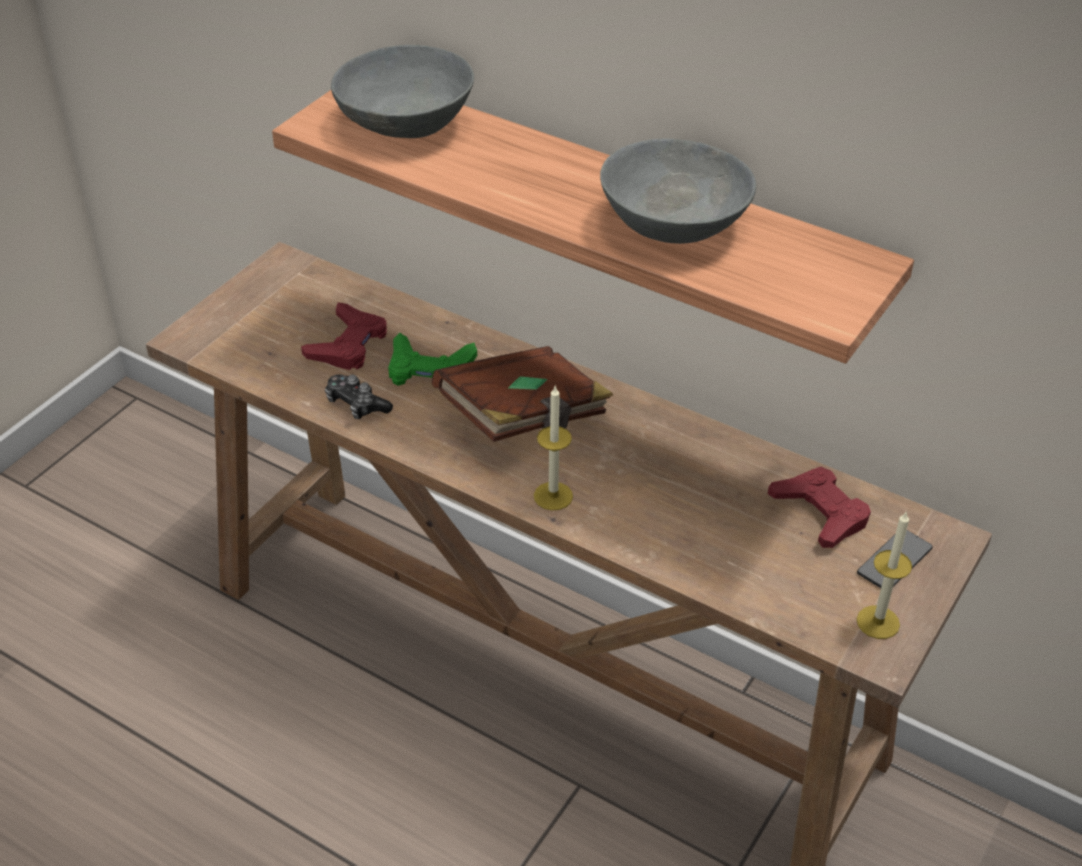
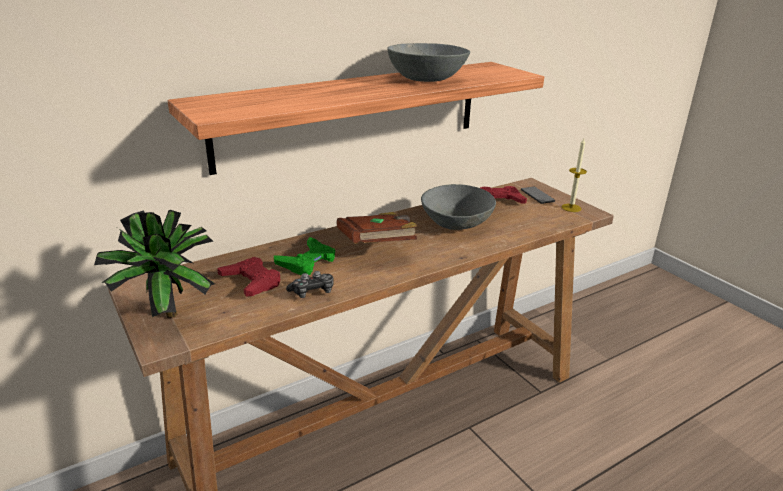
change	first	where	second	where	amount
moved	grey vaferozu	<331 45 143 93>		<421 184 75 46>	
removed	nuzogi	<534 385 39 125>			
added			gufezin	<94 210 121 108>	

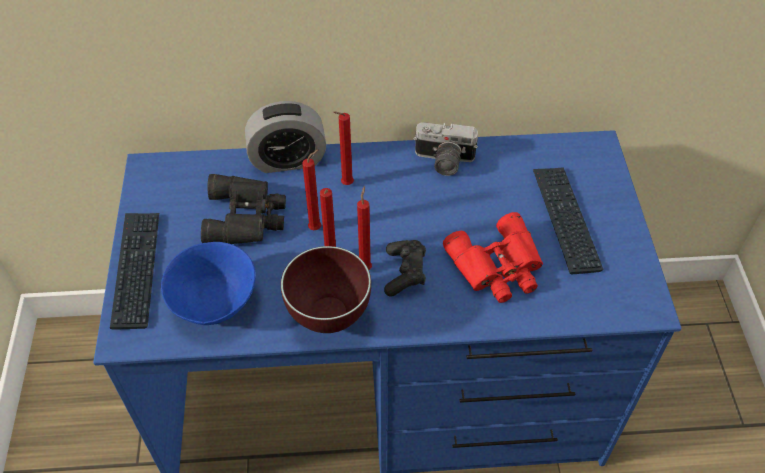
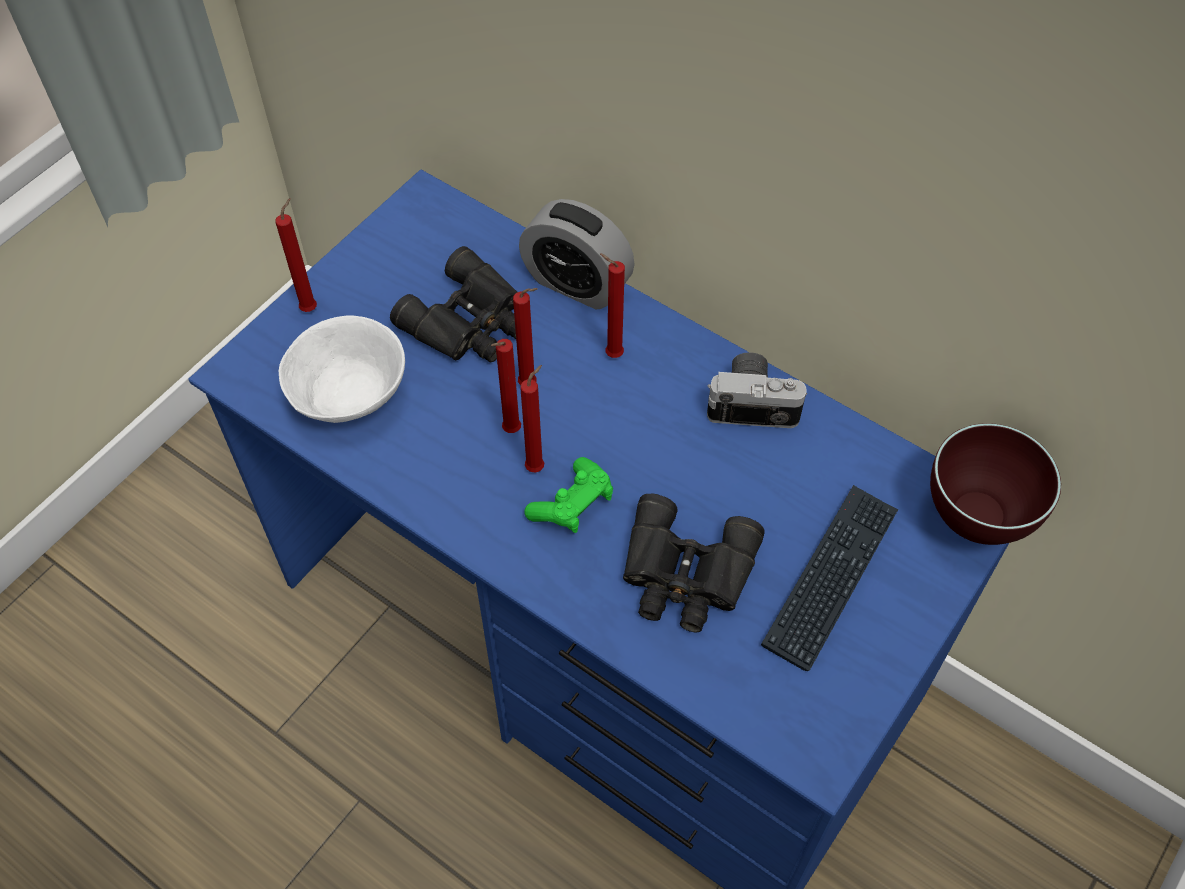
change	first	where	second	where	amount
replaced	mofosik	<110 213 49 117>	red nuzogi	<275 198 42 114>	
recoloured	blue vaferozu	<161 242 95 83>	white vaferozu	<279 315 126 108>	
moved	brown vaferozu	<281 246 90 87>		<930 423 131 122>	
recoloured	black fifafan	<384 240 42 57>	green fifafan	<524 457 89 76>	
turned	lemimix	<413 122 65 54>		<707 352 100 76>	135 degrees clockwise
recoloured	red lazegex	<443 212 100 91>	black lazegex	<623 494 142 139>	

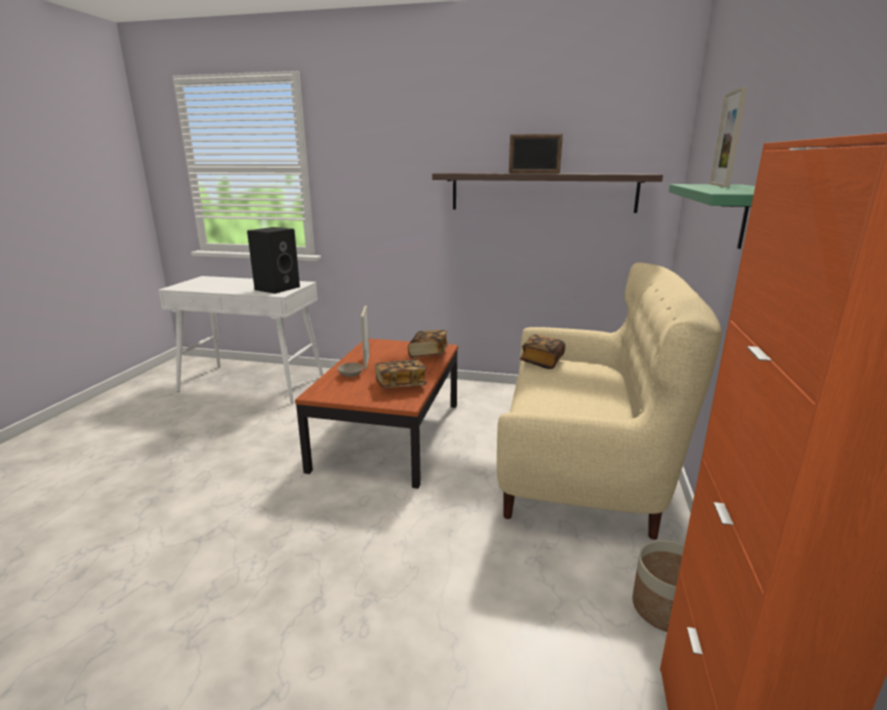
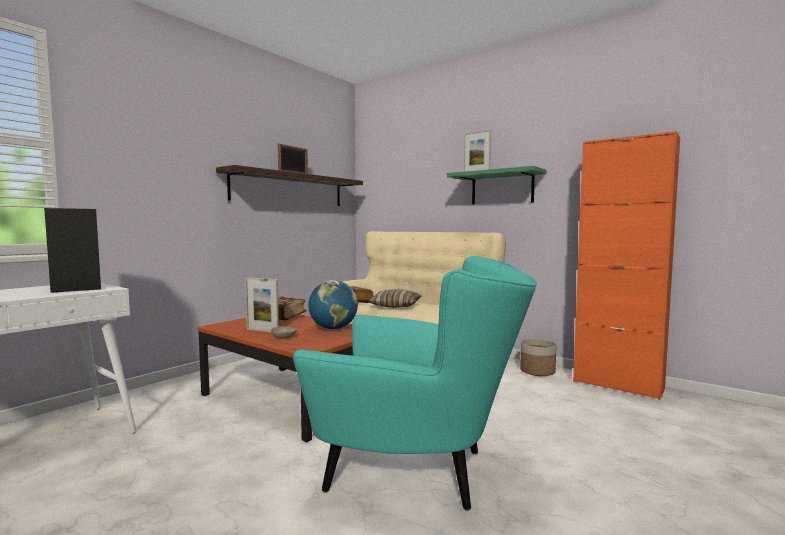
change	first	where	second	where	amount
replaced	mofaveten	<375 359 52 29>	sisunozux	<308 280 50 49>	
added			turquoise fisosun	<293 256 244 255>	
added			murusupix	<368 289 54 19>	

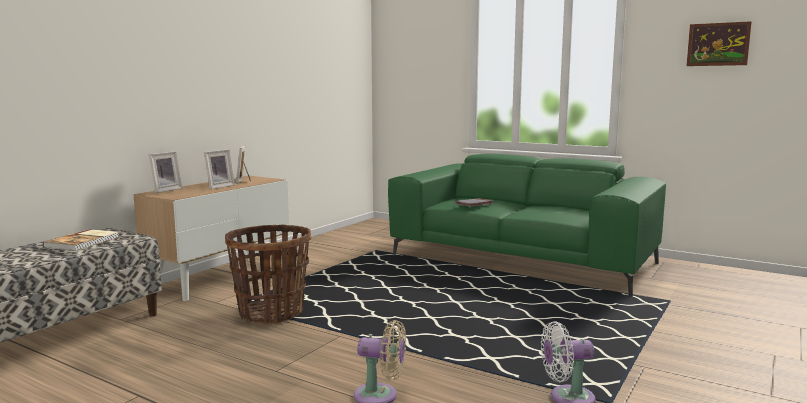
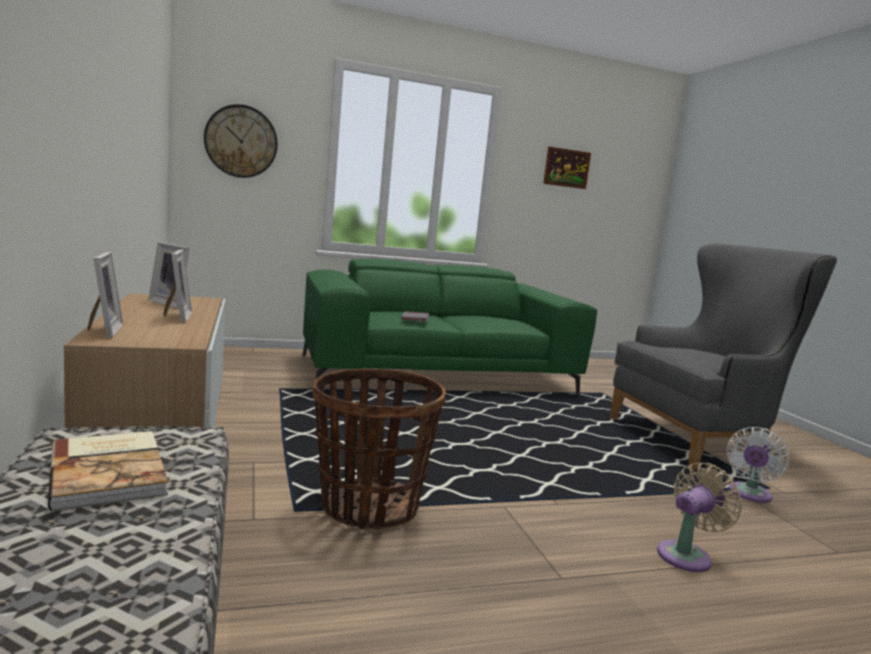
change	first	where	second	where	amount
added			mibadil	<204 104 74 74>	
added			grey fisosun	<609 243 228 226>	

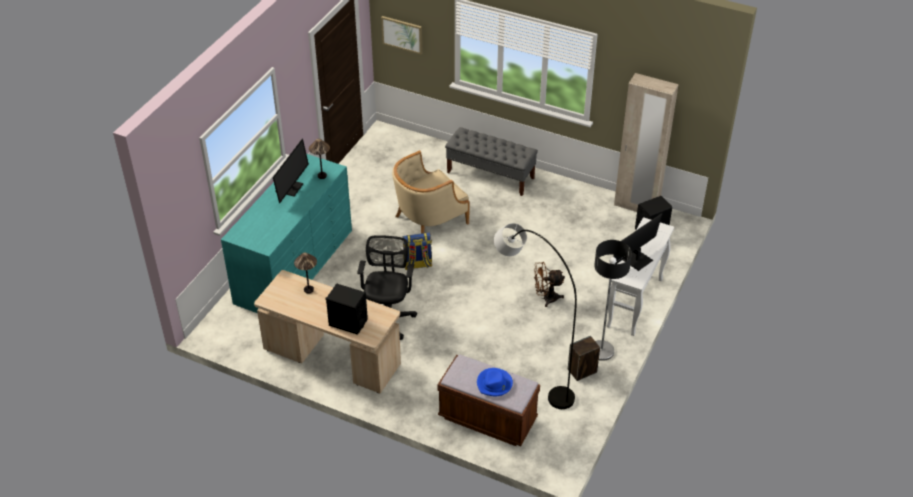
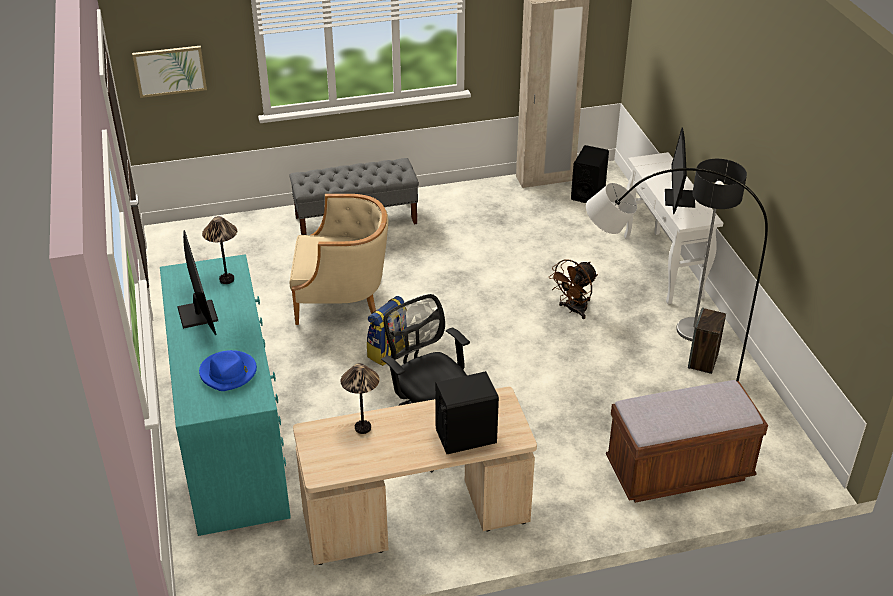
change	first	where	second	where	amount
turned	beige fisosun	<392 150 78 84>		<290 194 98 131>	105 degrees counterclockwise
moved	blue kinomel	<477 368 36 28>		<199 350 58 41>	

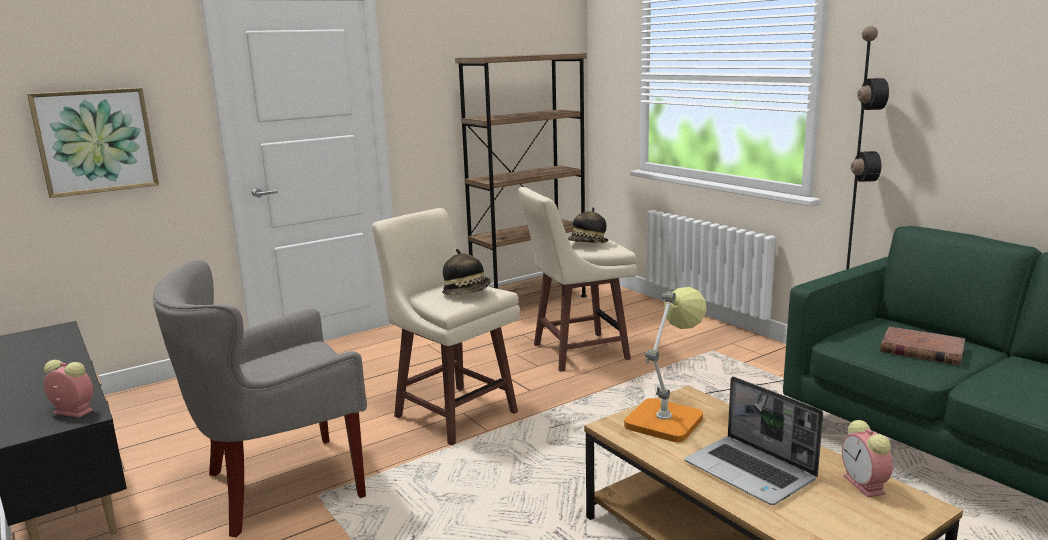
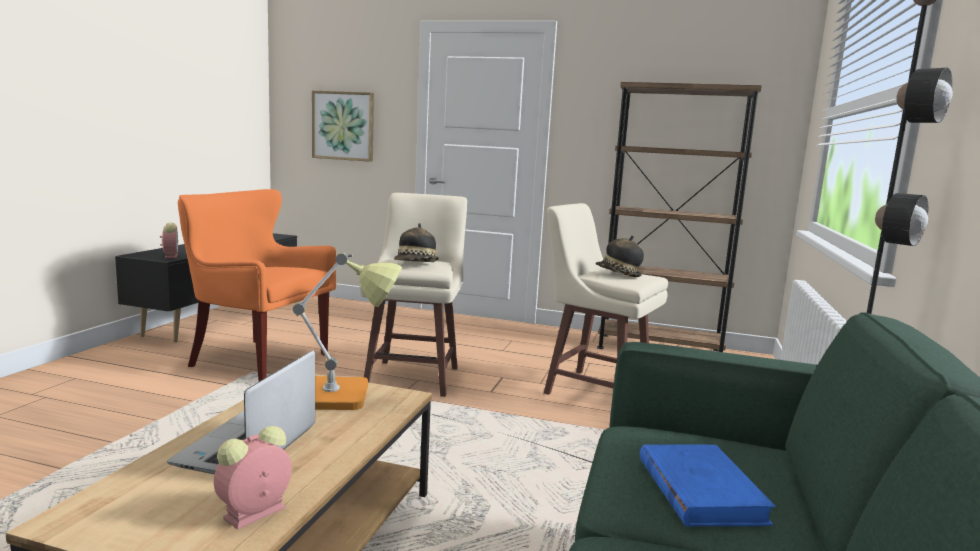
change	first	where	second	where	amount
recoloured	grey fisosun	<153 260 214 278>	orange fisosun	<178 189 158 192>	
recoloured	brown mofaveten	<880 326 86 40>	blue mofaveten	<640 444 136 82>	

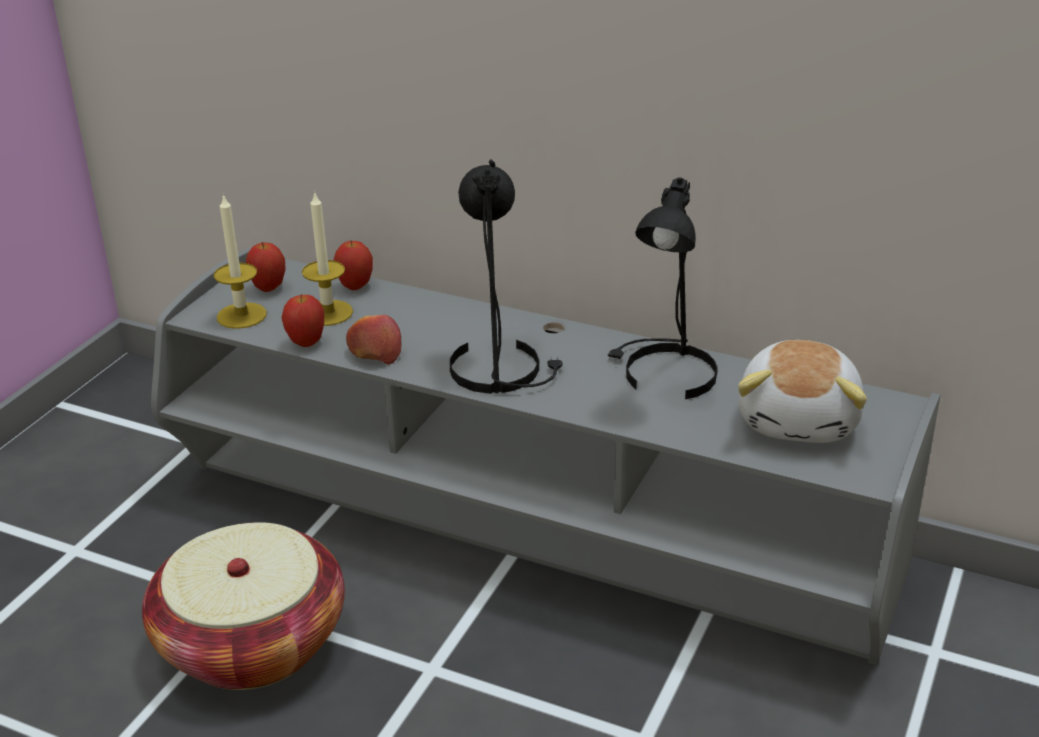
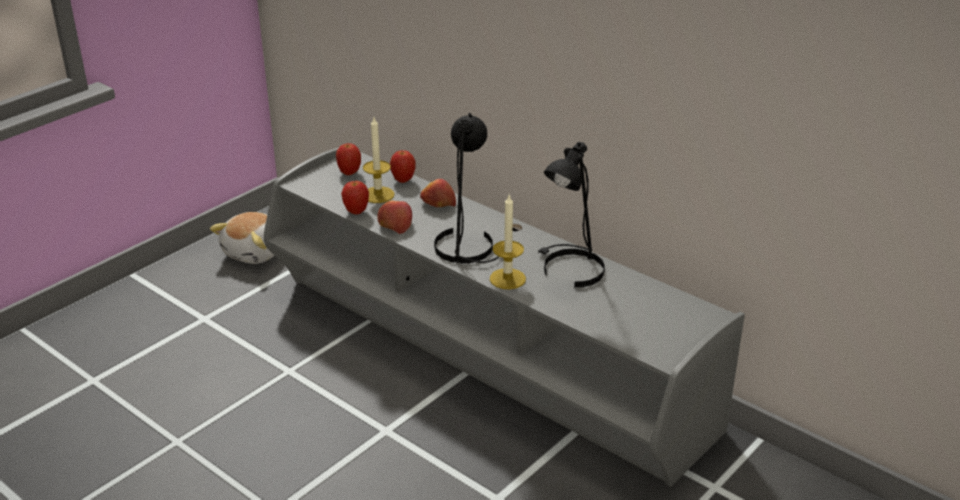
change	first	where	second	where	amount
removed	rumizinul	<142 522 203 168>			
moved	nuzogi	<214 194 53 135>		<490 195 36 94>	
moved	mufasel	<738 340 129 103>		<210 212 65 52>	
added			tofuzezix	<420 179 36 28>	

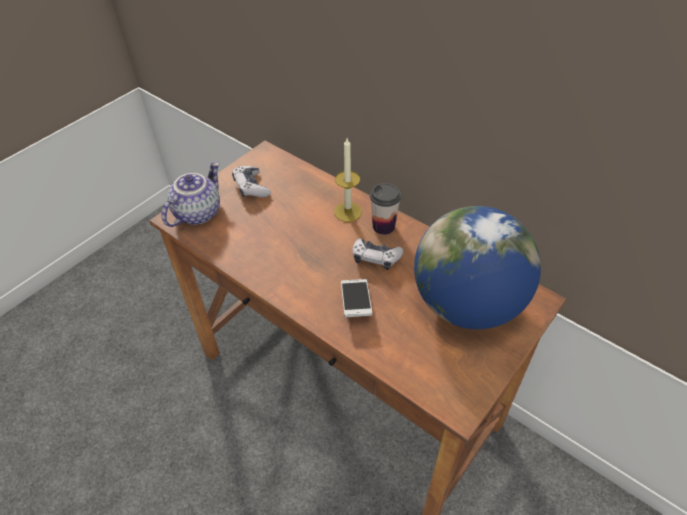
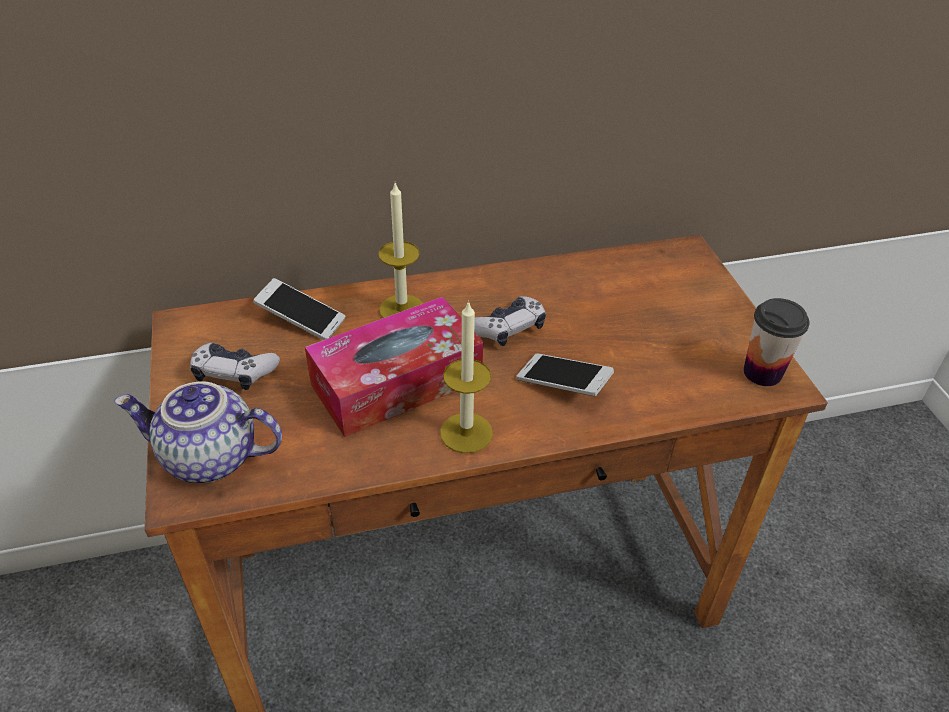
change	first	where	second	where	amount
turned	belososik	<161 162 59 65>		<114 381 168 102>	60 degrees counterclockwise
moved	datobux	<370 183 31 52>		<744 298 66 88>	
removed	sisunozux	<414 206 127 123>			
added			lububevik	<253 278 93 62>	
added			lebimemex	<305 297 178 140>	
added			nuzogi	<440 300 53 153>	

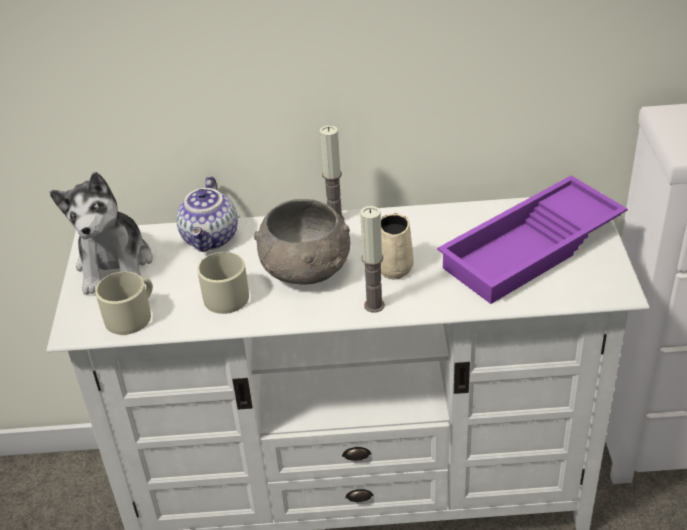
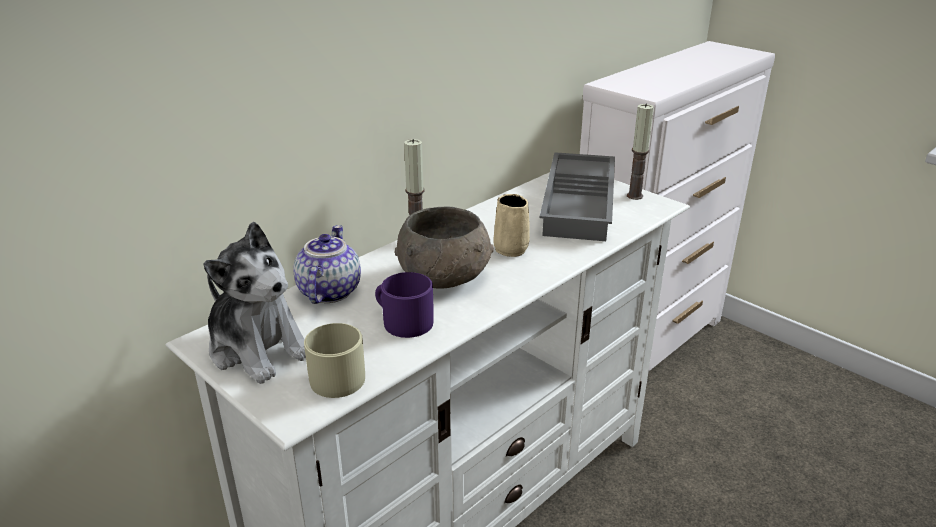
change	first	where	second	where	amount
turned	belososik	<176 176 62 76>		<293 225 68 79>	135 degrees counterclockwise
recoloured	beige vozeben	<197 252 52 62>	purple vozeben	<375 272 59 66>	
moved	nuzogi	<360 206 25 107>		<627 103 27 97>	
recoloured	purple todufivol	<437 176 190 128>	grey todufivol	<539 152 76 89>	

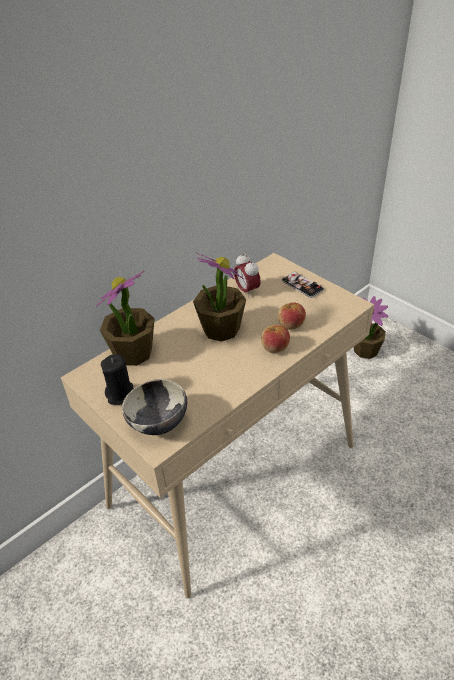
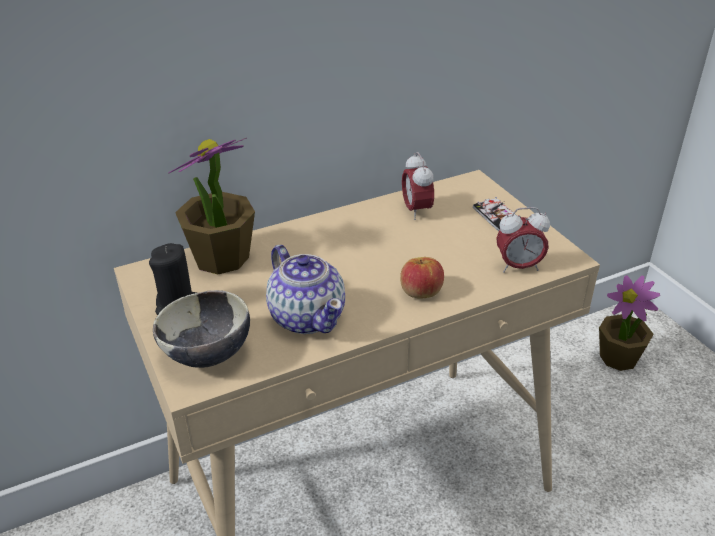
change	first	where	second	where	amount
removed	gufezin	<193 252 53 90>			
removed	tofuzezix	<278 302 28 28>			
added			belososik	<266 245 79 89>	
added			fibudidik	<496 207 54 66>	

